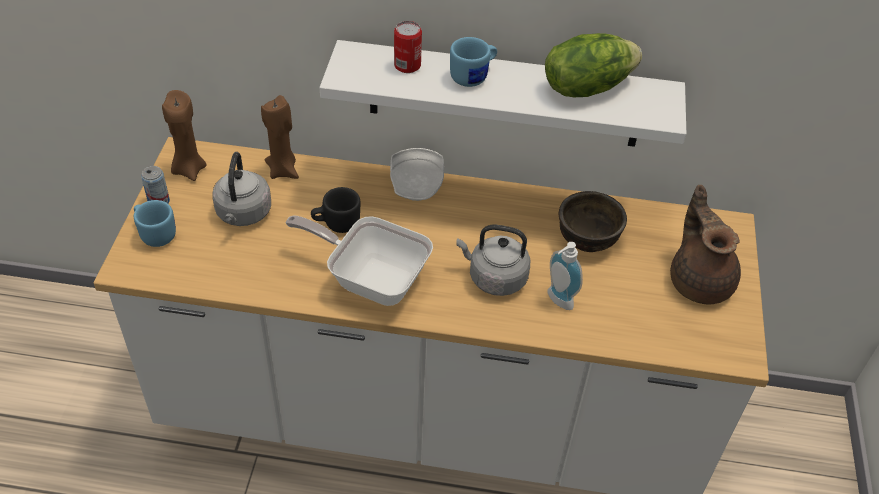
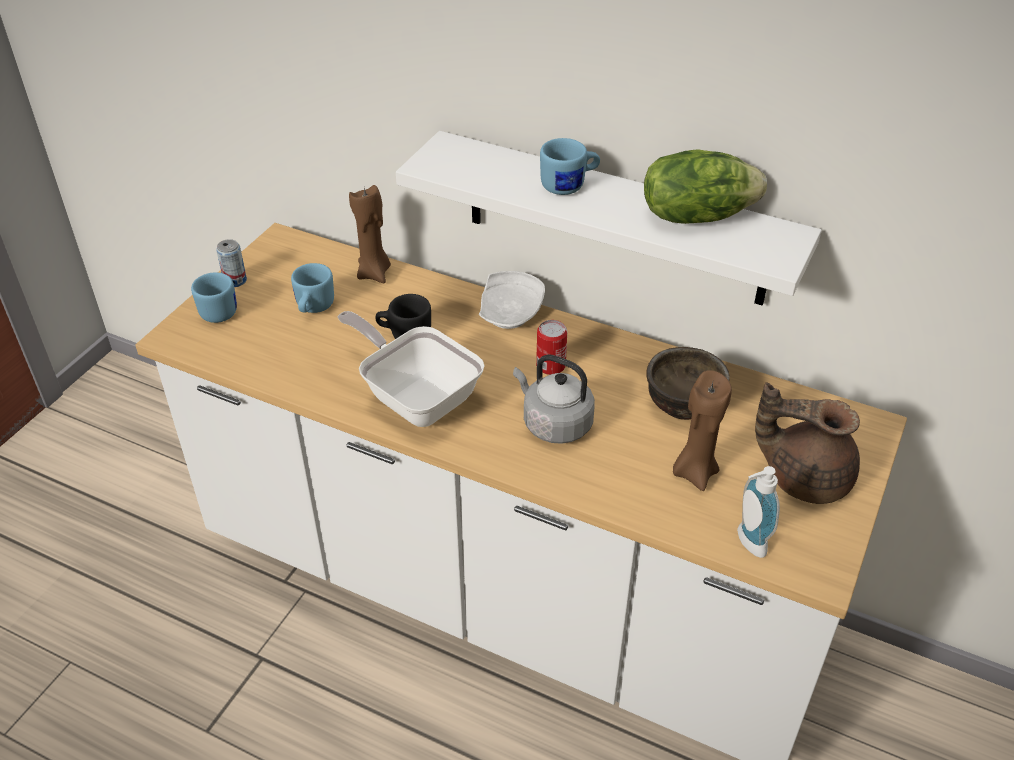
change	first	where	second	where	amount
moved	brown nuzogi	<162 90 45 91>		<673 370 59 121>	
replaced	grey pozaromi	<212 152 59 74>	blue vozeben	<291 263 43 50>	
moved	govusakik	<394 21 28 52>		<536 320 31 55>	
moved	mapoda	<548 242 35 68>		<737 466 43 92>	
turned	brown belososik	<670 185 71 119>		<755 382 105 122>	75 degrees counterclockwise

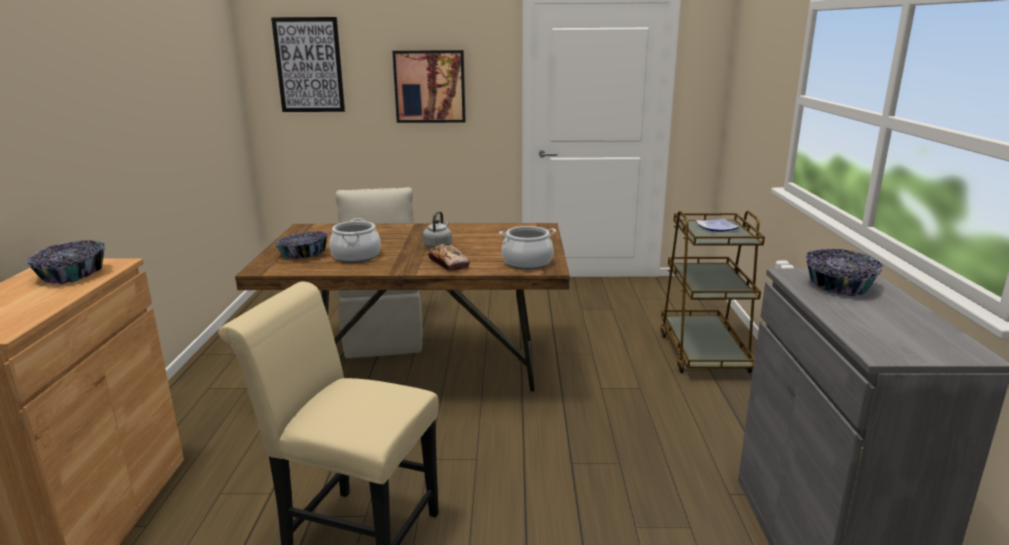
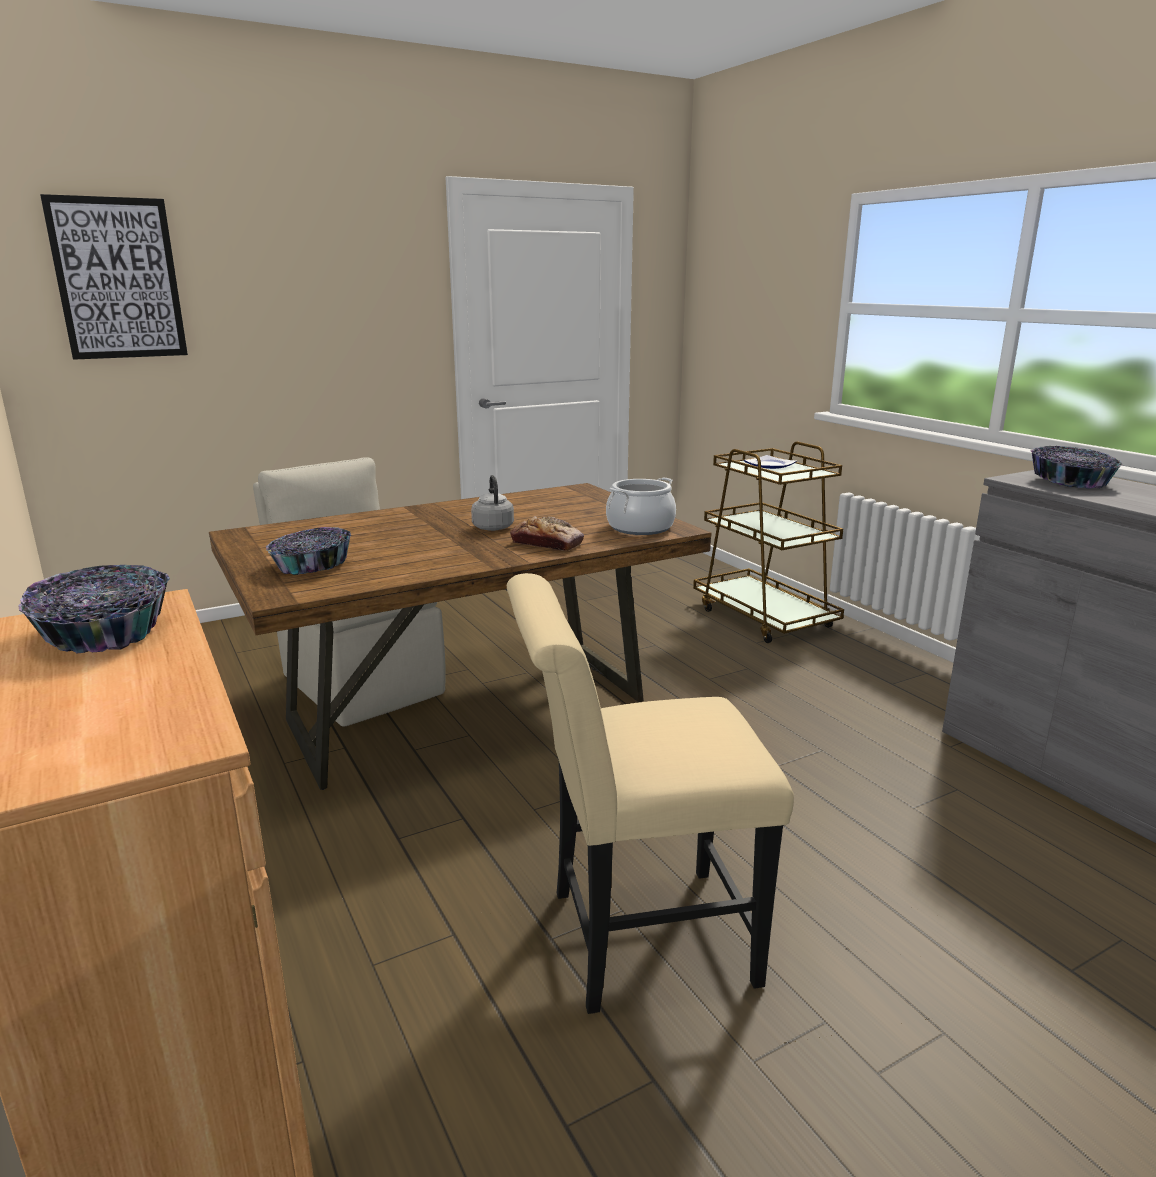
change	first	where	second	where	amount
removed	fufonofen	<329 218 52 45>			
removed	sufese	<392 50 74 73>			

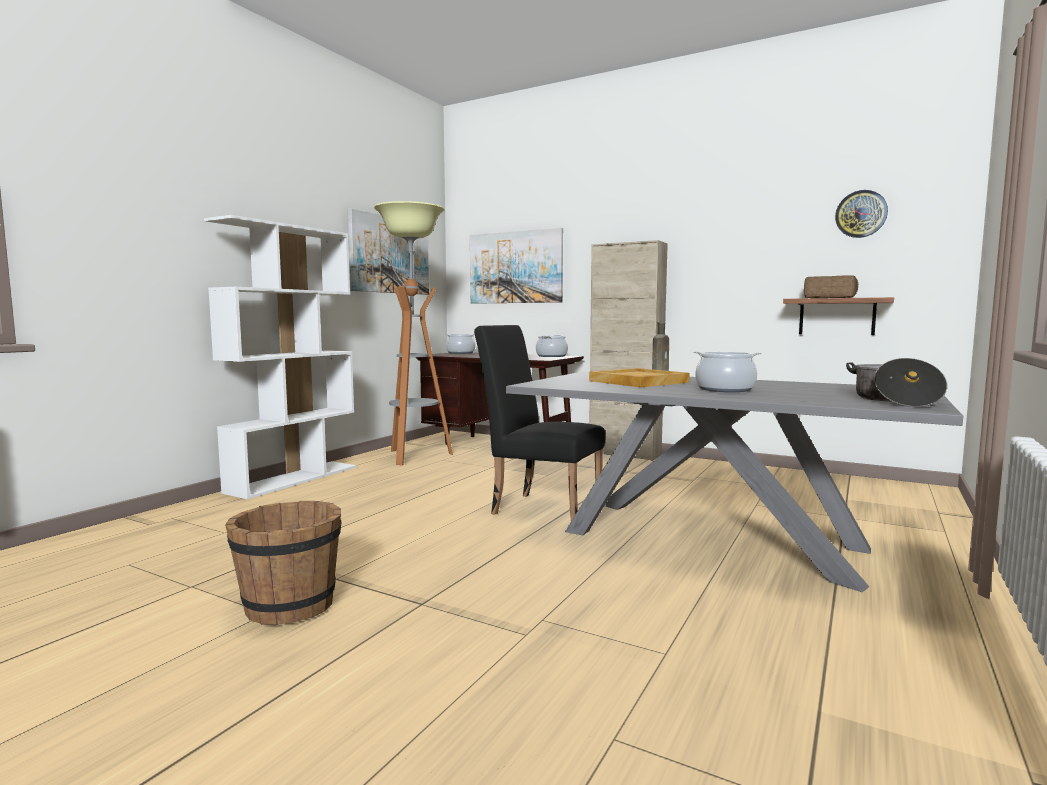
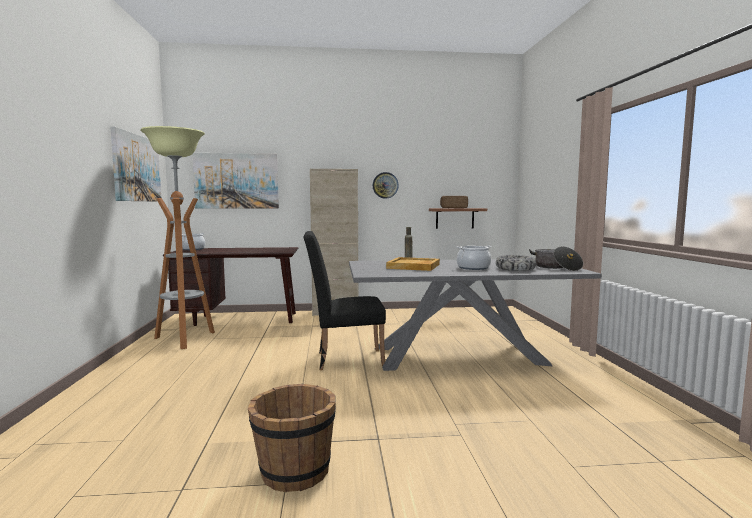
change	first	where	second	where	amount
removed	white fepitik	<204 215 152 284>			
removed	fufonofen	<536 335 32 22>			
moved	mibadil	<835 190 53 48>		<373 172 26 27>	
added			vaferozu	<496 255 41 16>	

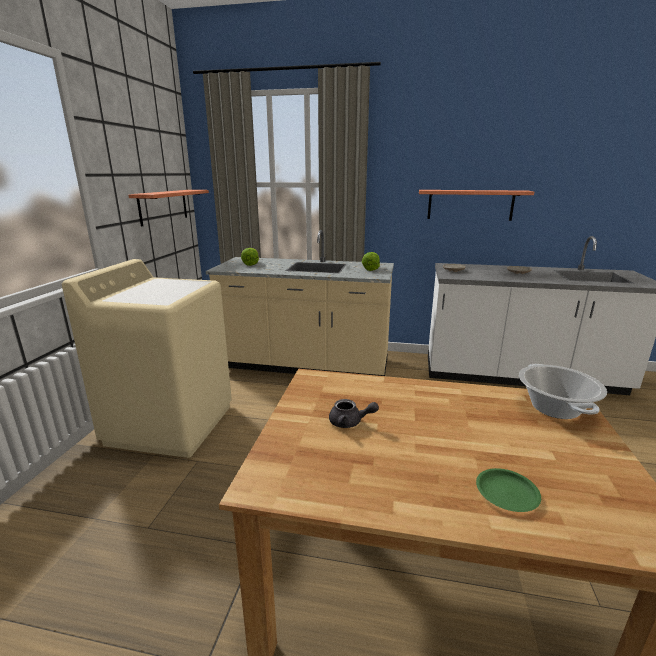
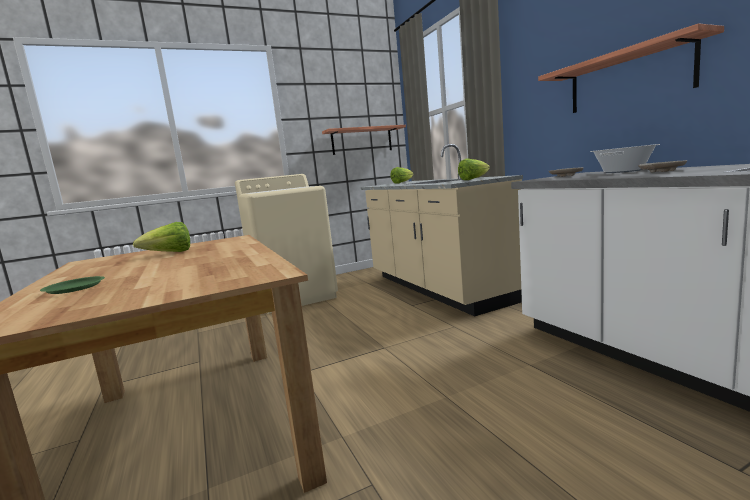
change	first	where	second	where	amount
replaced	grey belososik	<329 399 50 29>	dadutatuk	<133 222 57 30>	
moved	fufonofen	<519 364 88 55>		<590 144 70 29>	

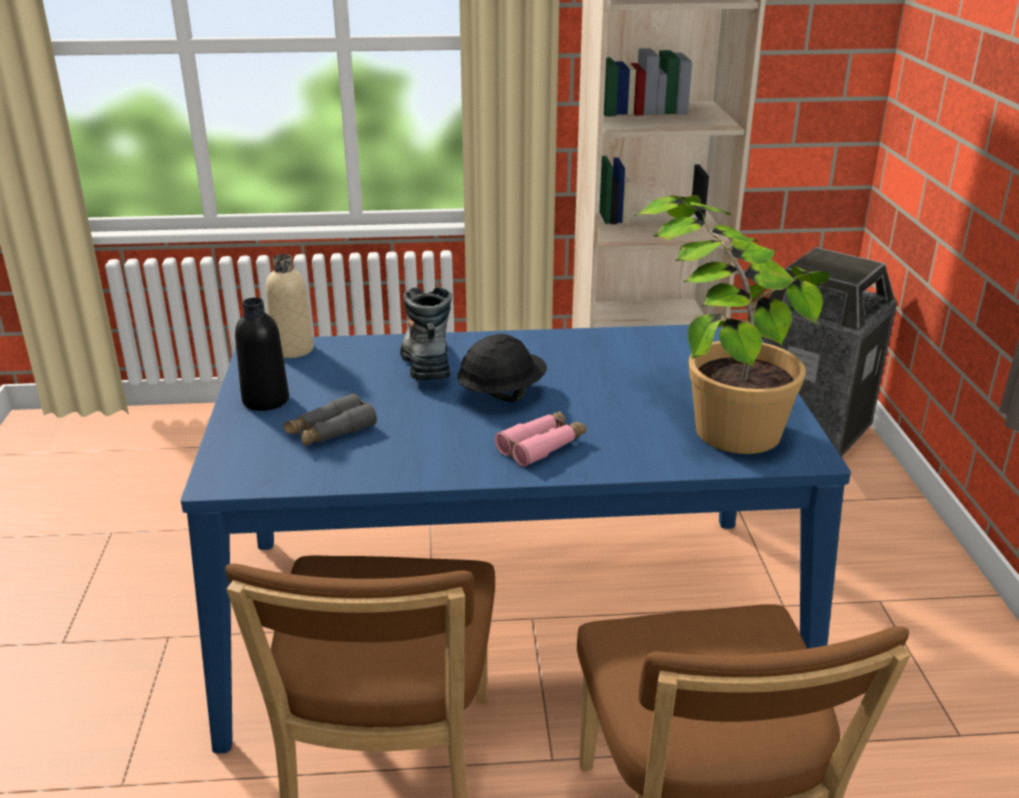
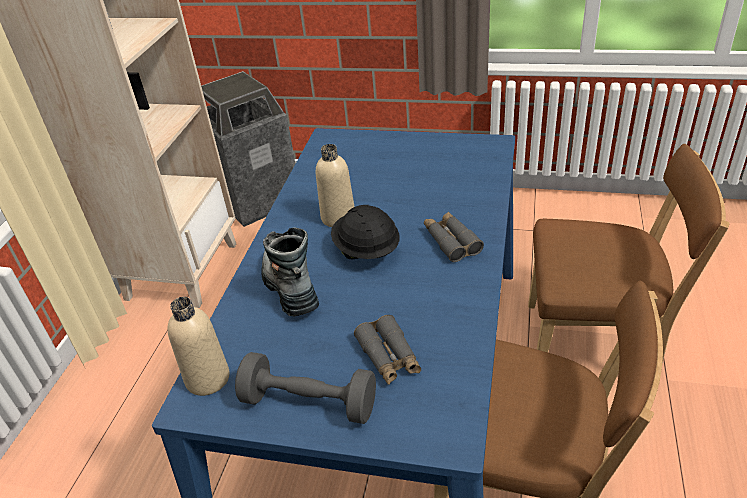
change	first	where	second	where	amount
replaced	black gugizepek	<235 298 54 113>	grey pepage	<235 352 141 72>	
turned	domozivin	<400 287 52 93>		<261 227 58 89>	60 degrees clockwise
recoloured	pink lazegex	<495 411 91 56>	grey lazegex	<424 212 60 50>	
removed	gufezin	<634 195 196 259>			
added			beige gugizepek	<316 144 38 83>	

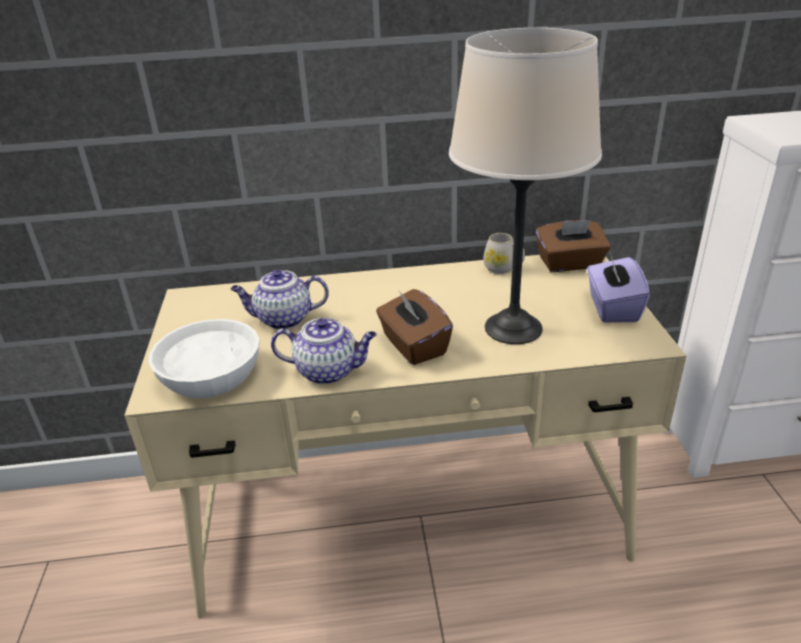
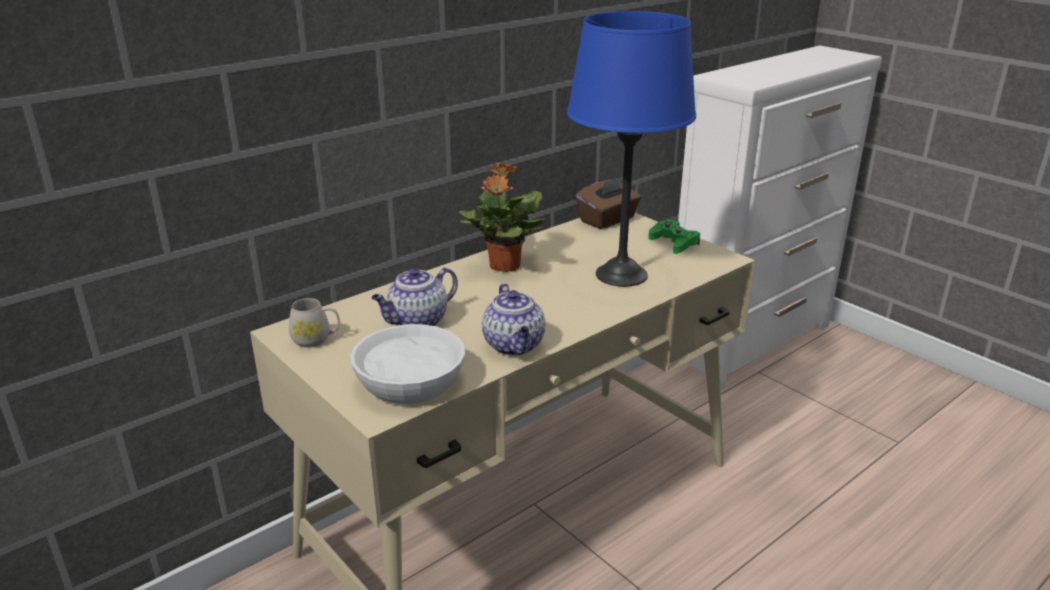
change	first	where	second	where	amount
turned	belososik	<271 318 106 66>		<482 283 63 73>	105 degrees clockwise
removed	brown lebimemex	<376 289 77 76>			
recoloured	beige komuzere	<449 28 153 316>	blue komuzere	<567 11 129 276>	
moved	white vozeben	<483 233 42 41>		<289 298 51 50>	
replaced	purple lebimemex	<587 253 63 70>	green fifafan	<649 220 51 34>	
added			gufezin	<459 162 86 110>	

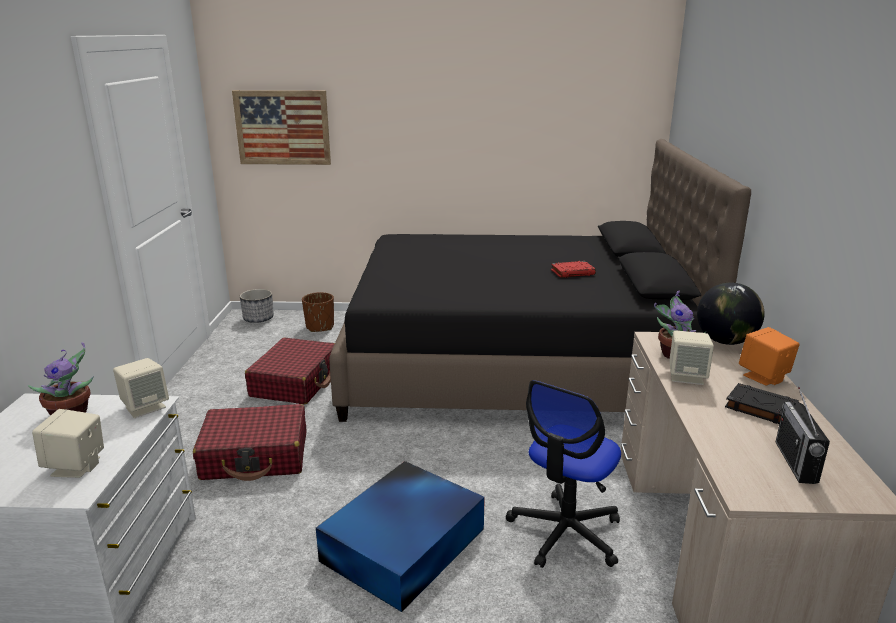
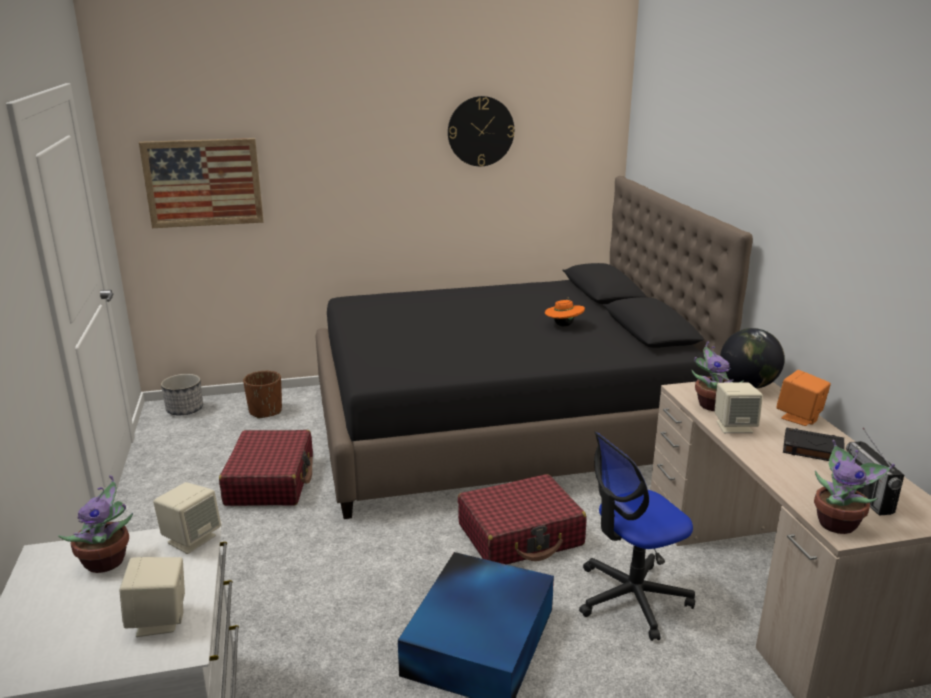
change	first	where	second	where	amount
moved	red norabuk	<193 404 113 77>		<458 474 129 91>	
turned	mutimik	<506 380 115 188>		<579 432 116 209>	45 degrees clockwise
replaced	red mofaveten	<551 261 45 17>	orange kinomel	<545 299 40 28>	
added			mibadil	<448 96 66 70>	
added			gufezin	<814 440 81 94>	

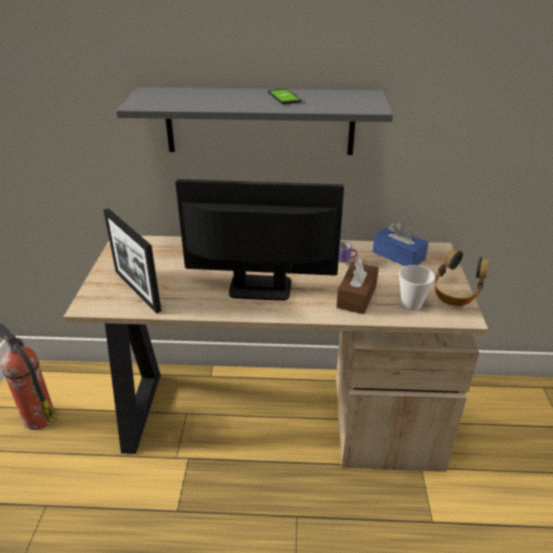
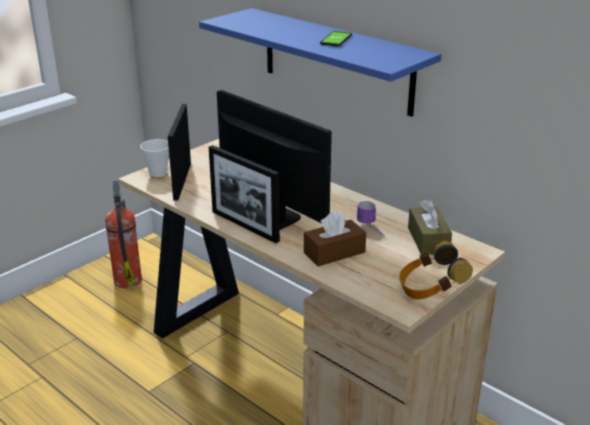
change	first	where	second	where	amount
recoloured	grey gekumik	<116 87 277 68>	blue gekumik	<199 8 242 109>	
recoloured	blue lebimemex	<373 221 56 45>	brown lebimemex	<408 199 44 56>	
moved	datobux	<399 265 36 45>		<140 139 29 38>	
added			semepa	<209 145 71 98>	

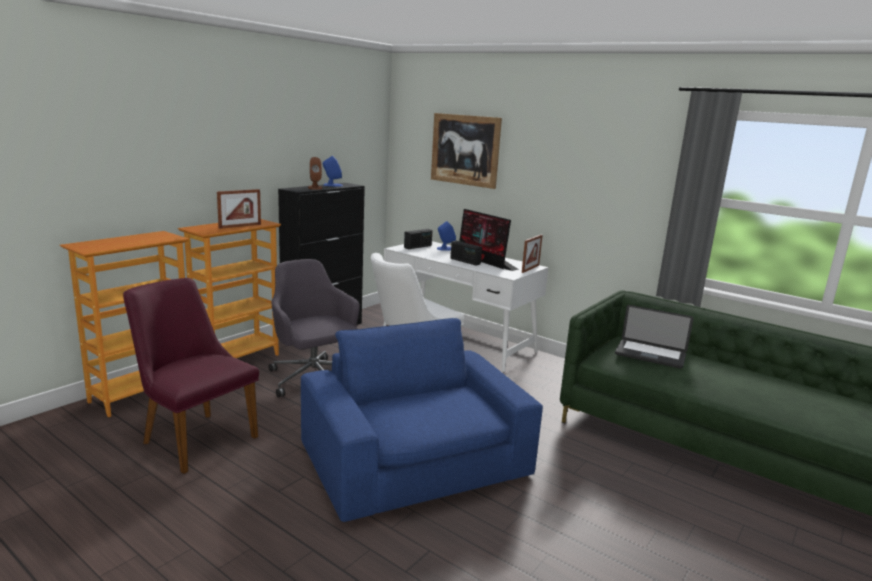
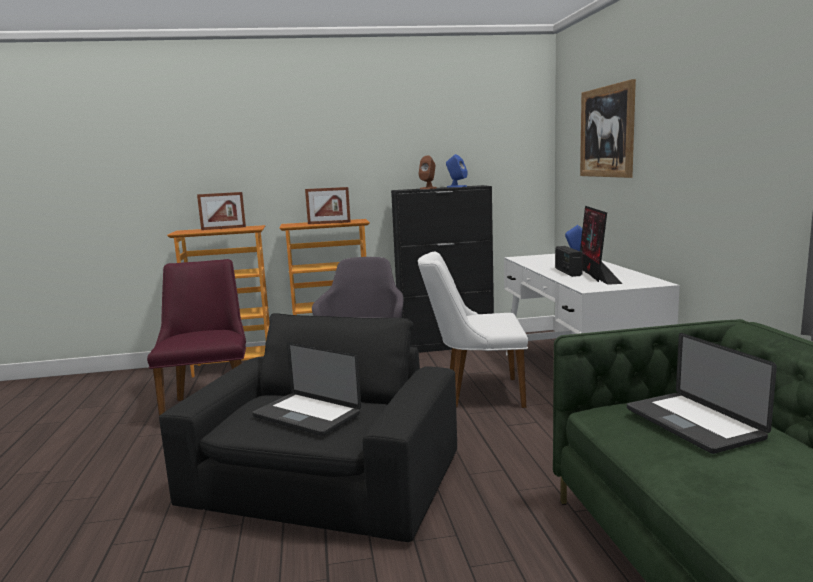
change	first	where	second	where	amount
recoloured	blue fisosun	<301 318 242 204>	black fisosun	<159 313 298 229>	
removed	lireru	<404 229 28 20>			
moved	semepa	<522 235 20 38>		<197 192 49 38>	
added			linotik	<252 342 109 94>	

